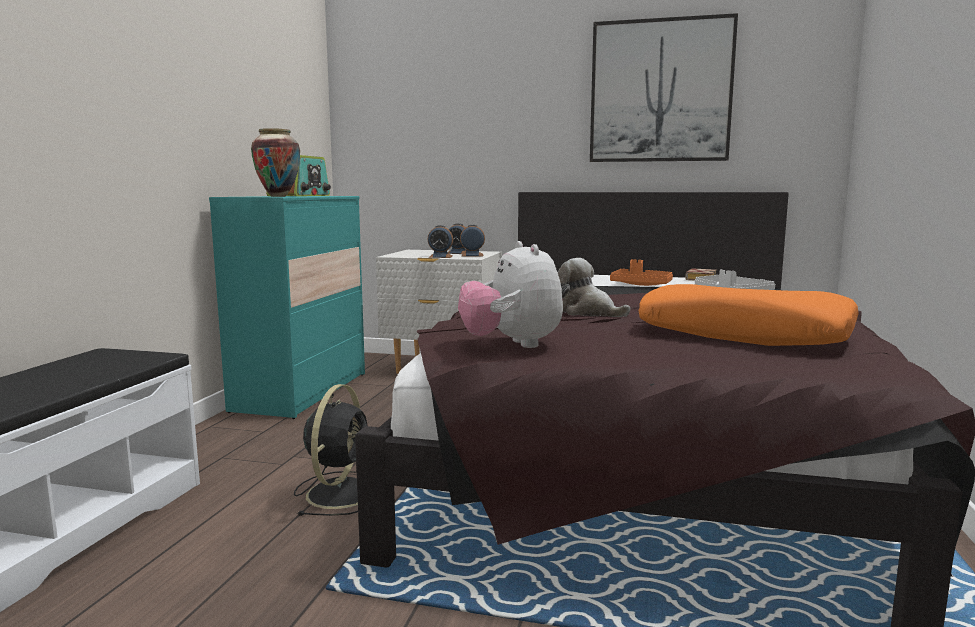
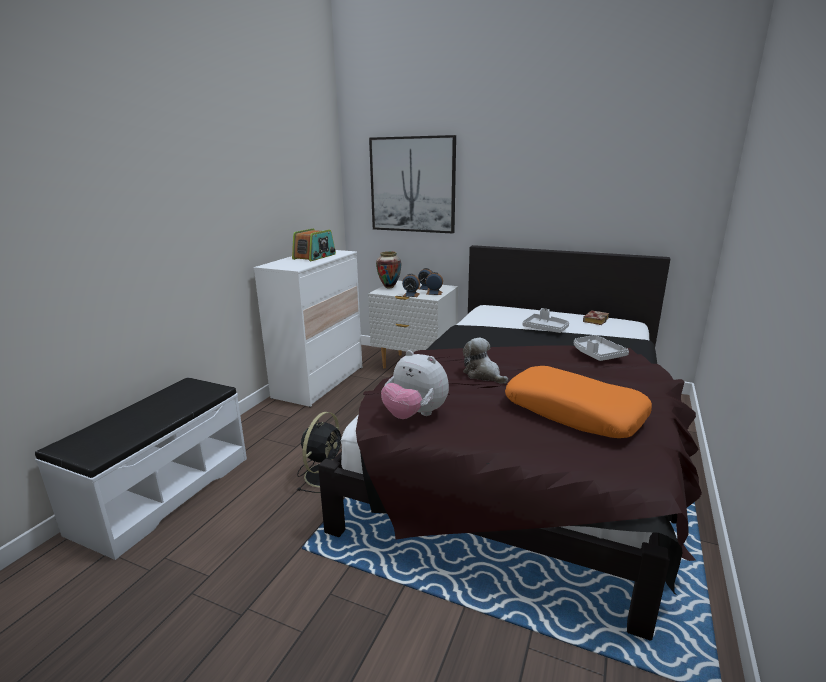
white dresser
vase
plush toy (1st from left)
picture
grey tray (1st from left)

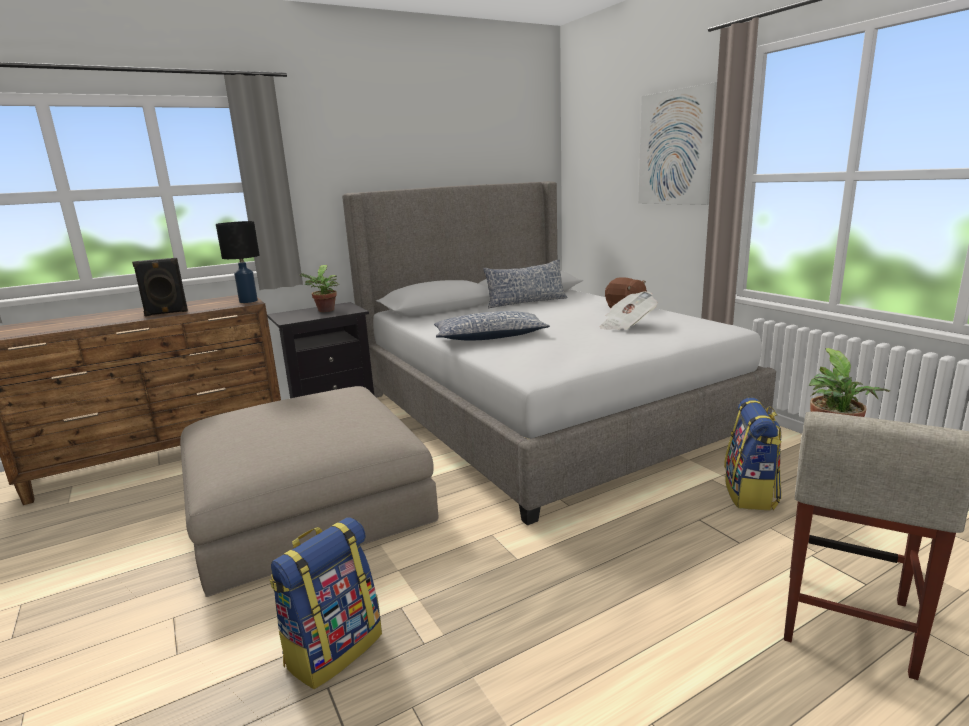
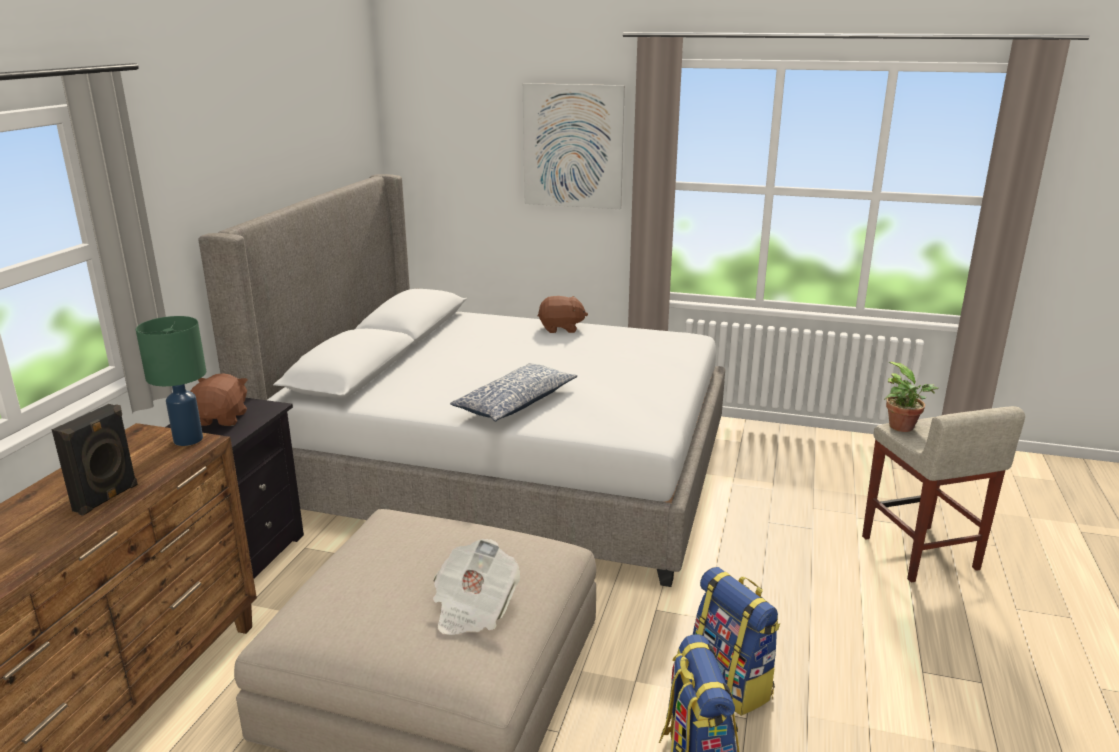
green table lamp
brown plush toy (1st from left)
pillow (2nd from left in the first image)
newspaper
backpack (2nd from left)

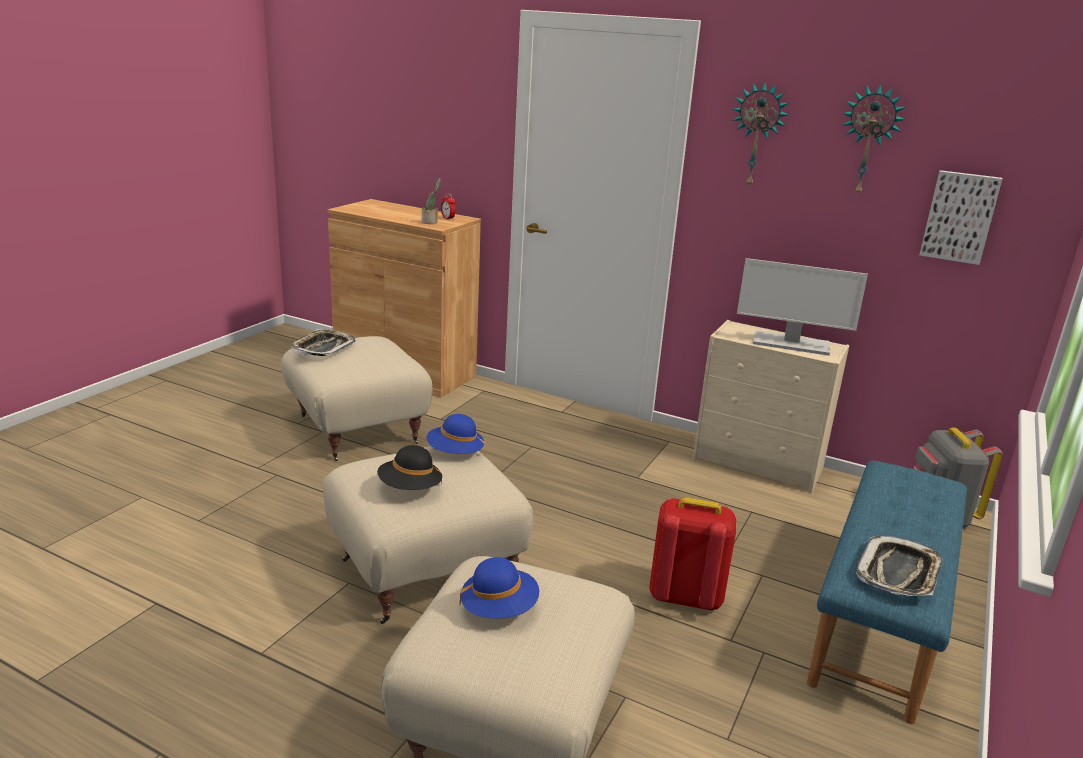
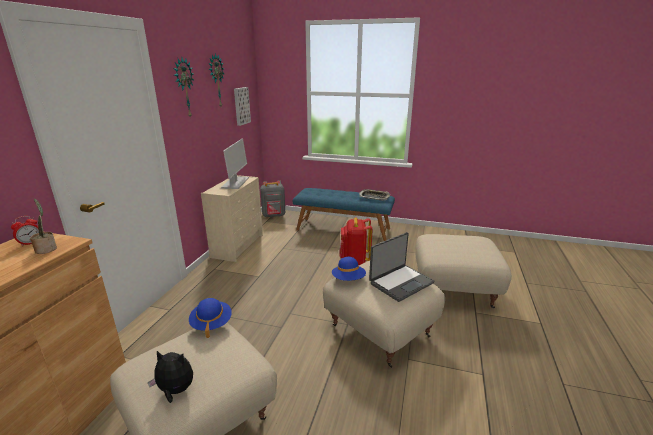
plush toy
laptop
blue hat (1st from left)

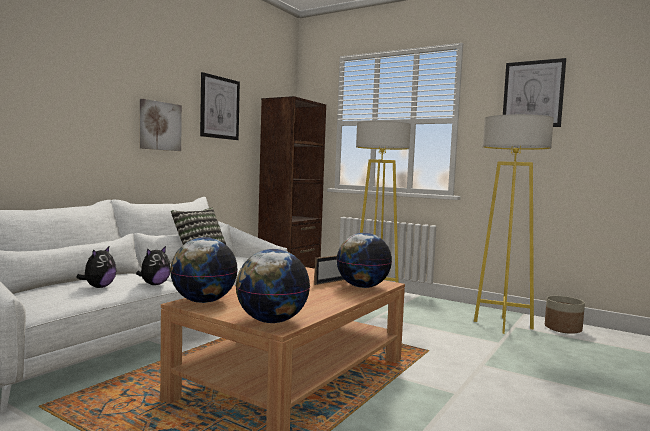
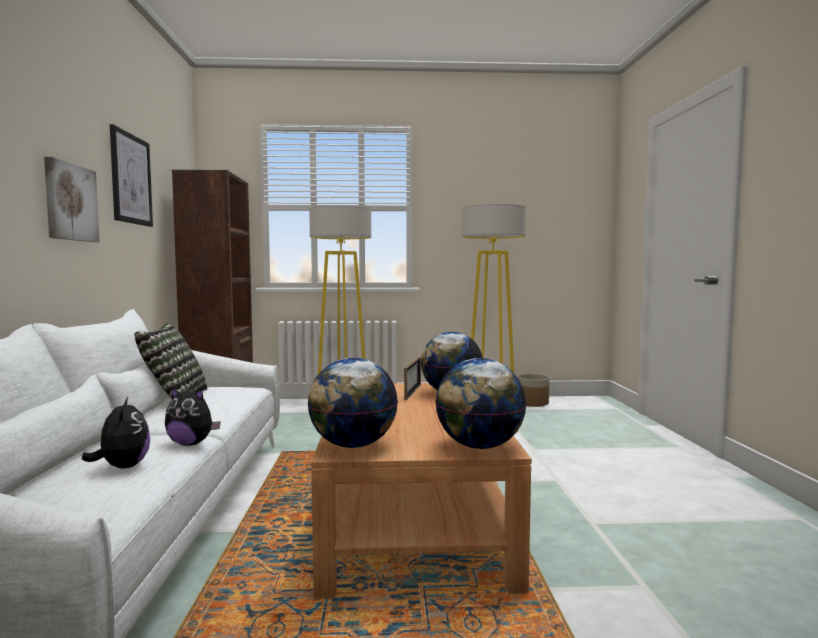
plush toy (2nd from left)
picture (3rd from left in the first image)

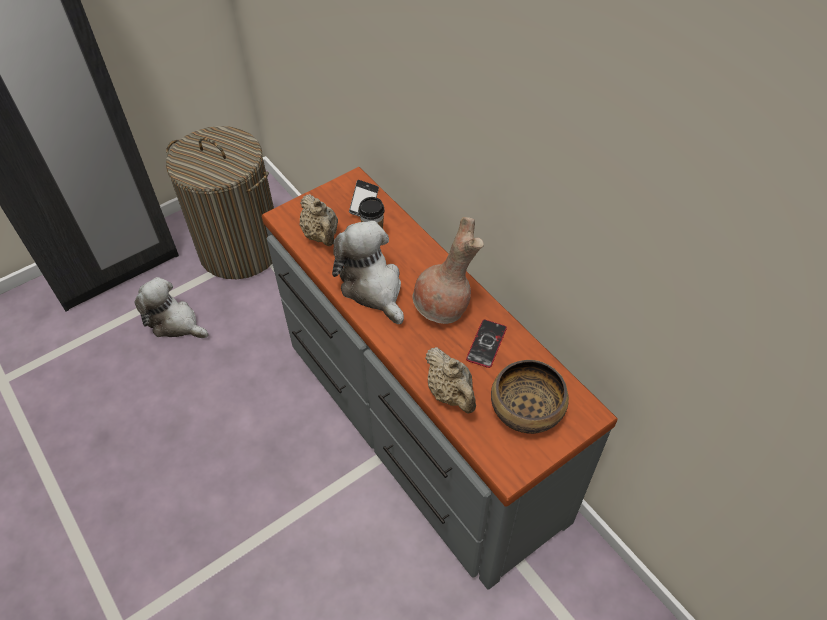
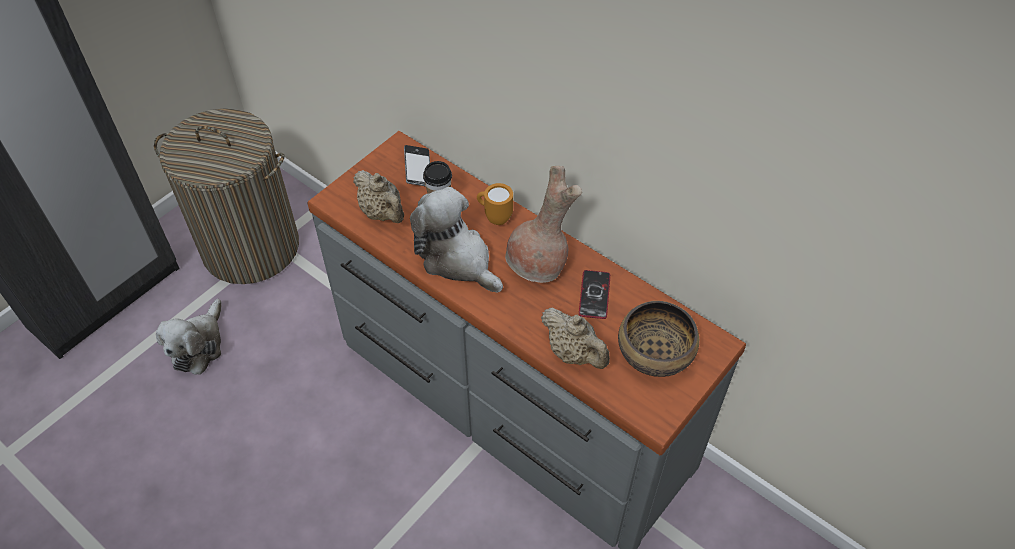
plush toy (1st from left)
orange mug

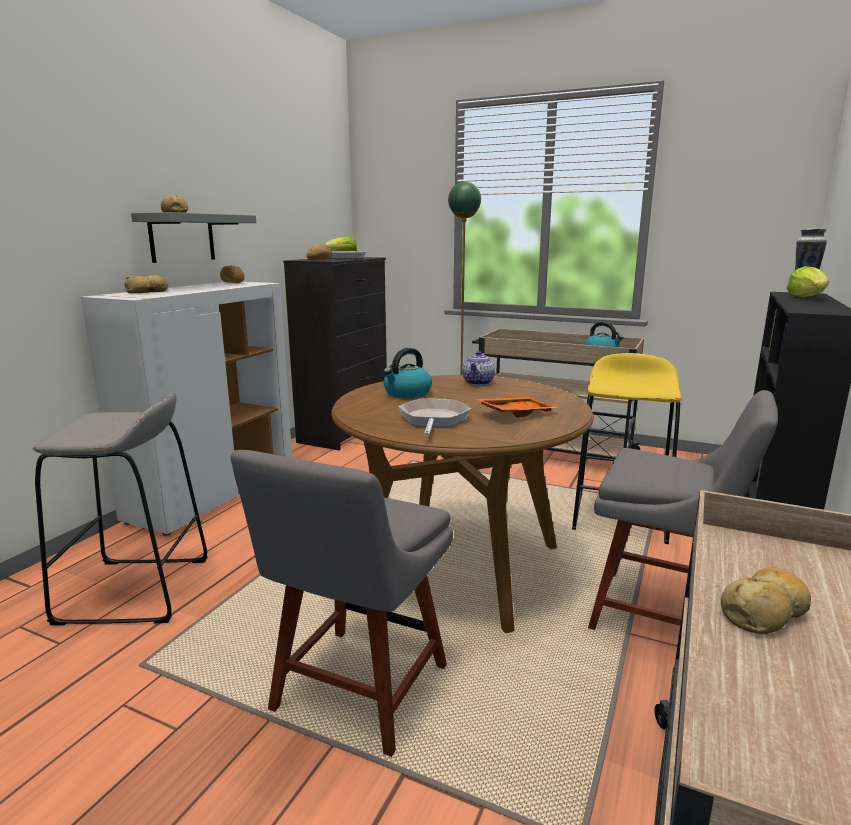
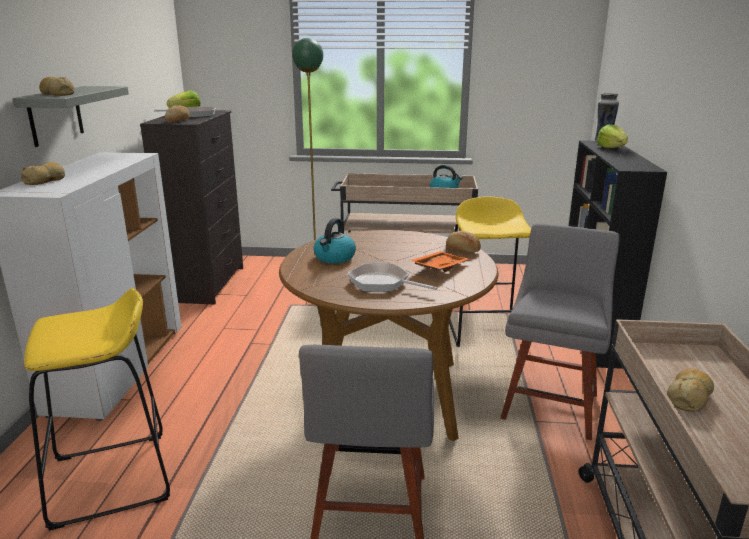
yellow stool (1st from left)
bread (4th from left)
frying pan (2nd from left)
teapot
grey chair (2nd from left)

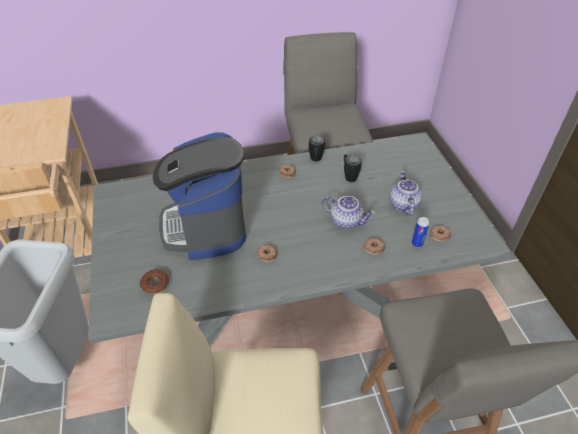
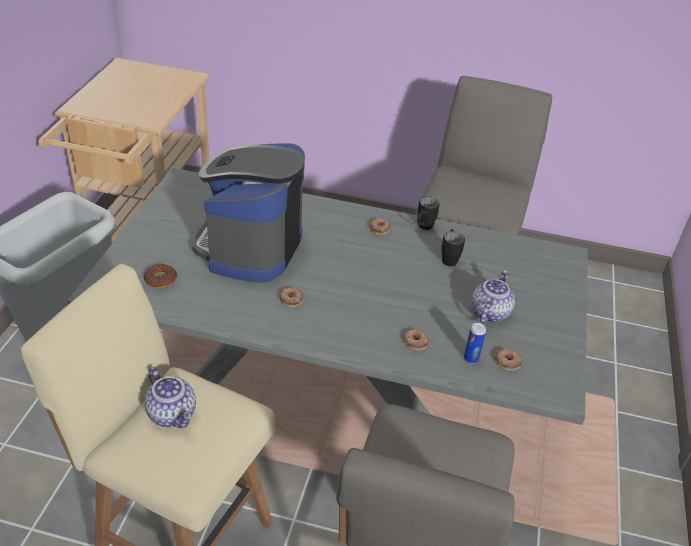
teapot (1st from left)

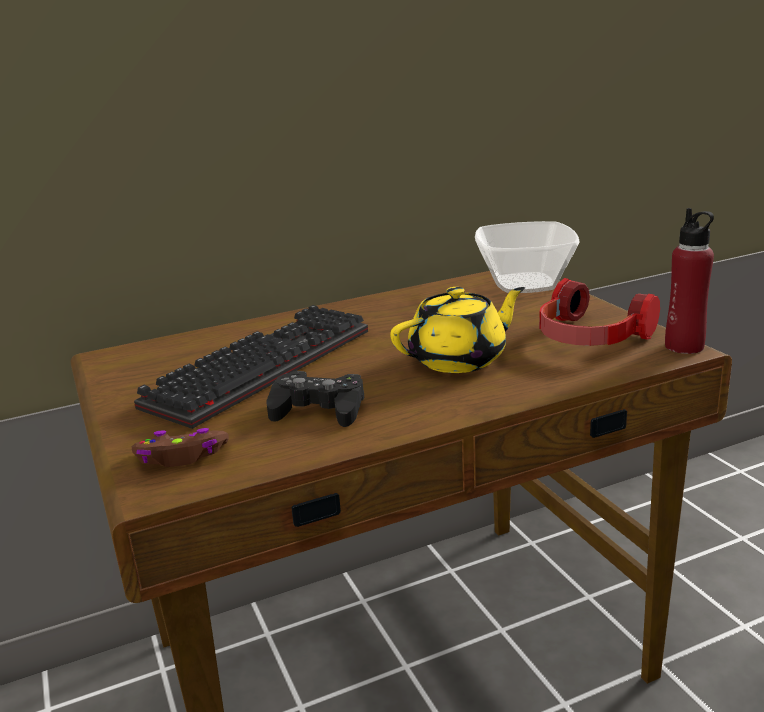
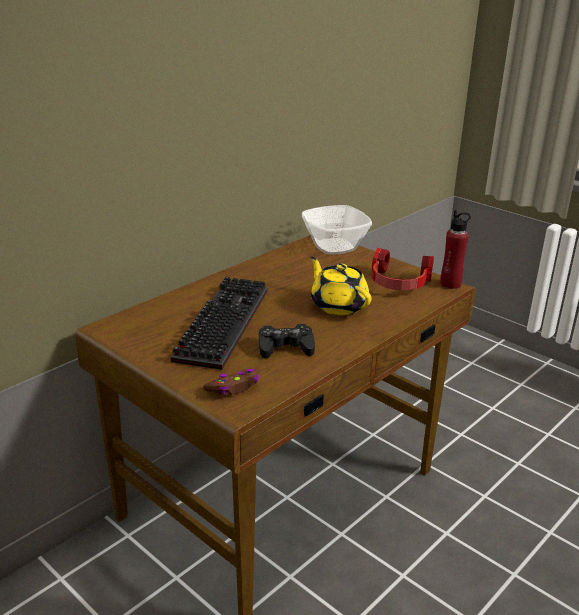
yellow teapot

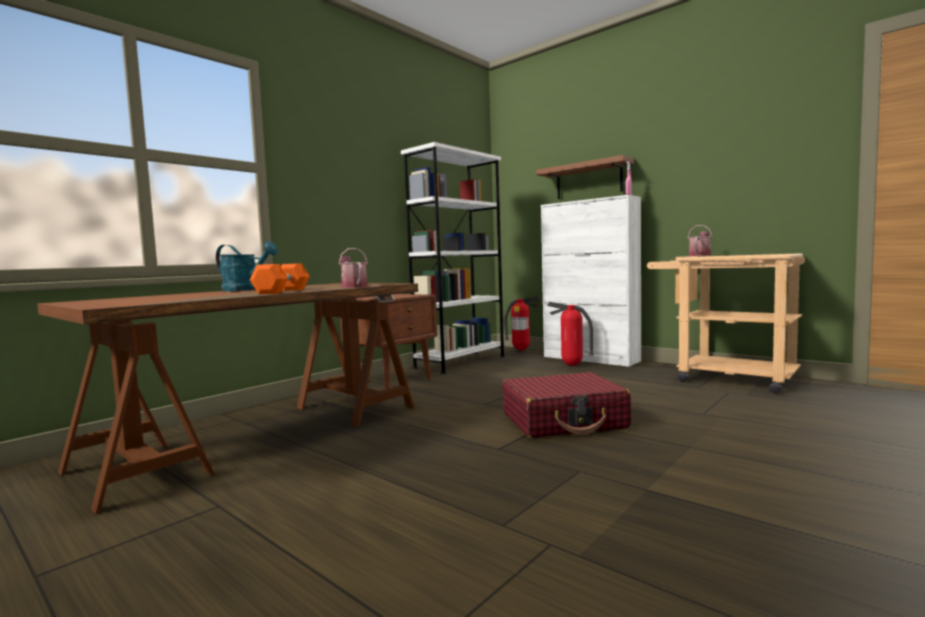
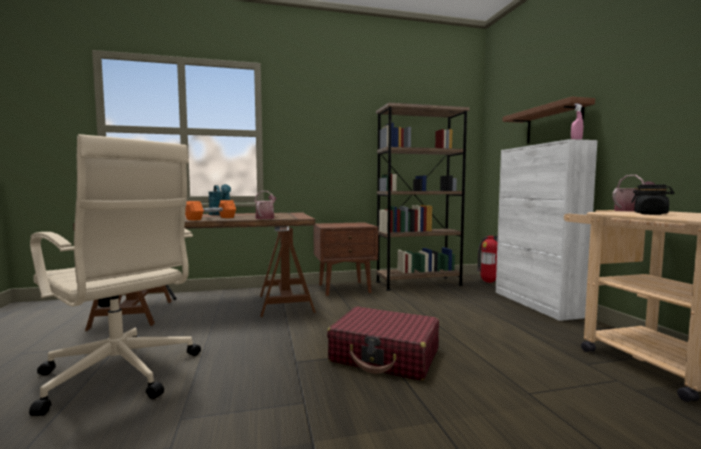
brown bookcase
fire extinguisher (2nd from left in the first image)
beige office chair
black jar

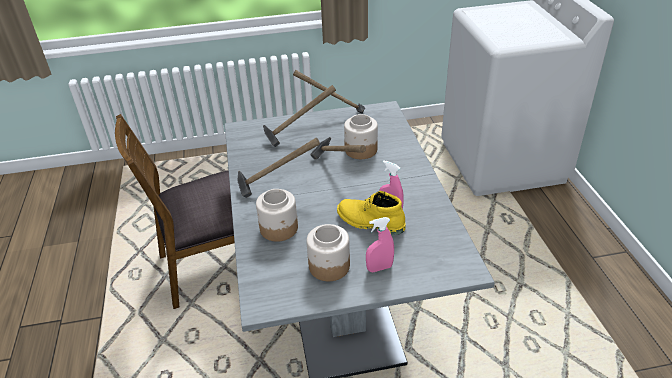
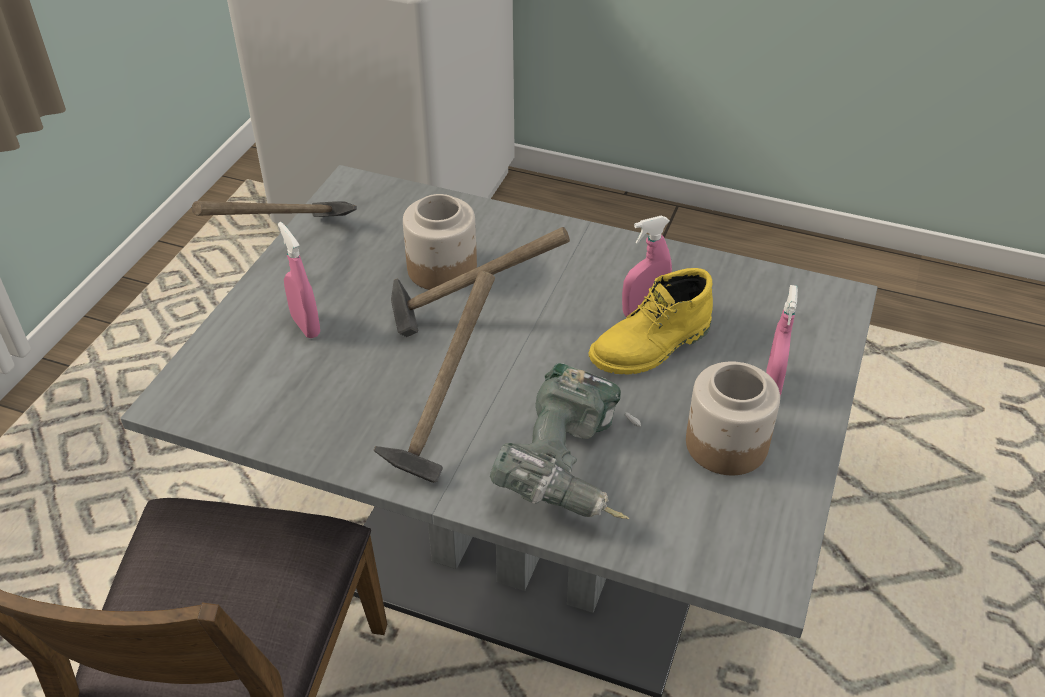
power drill
pink spray bottle (1st from left)

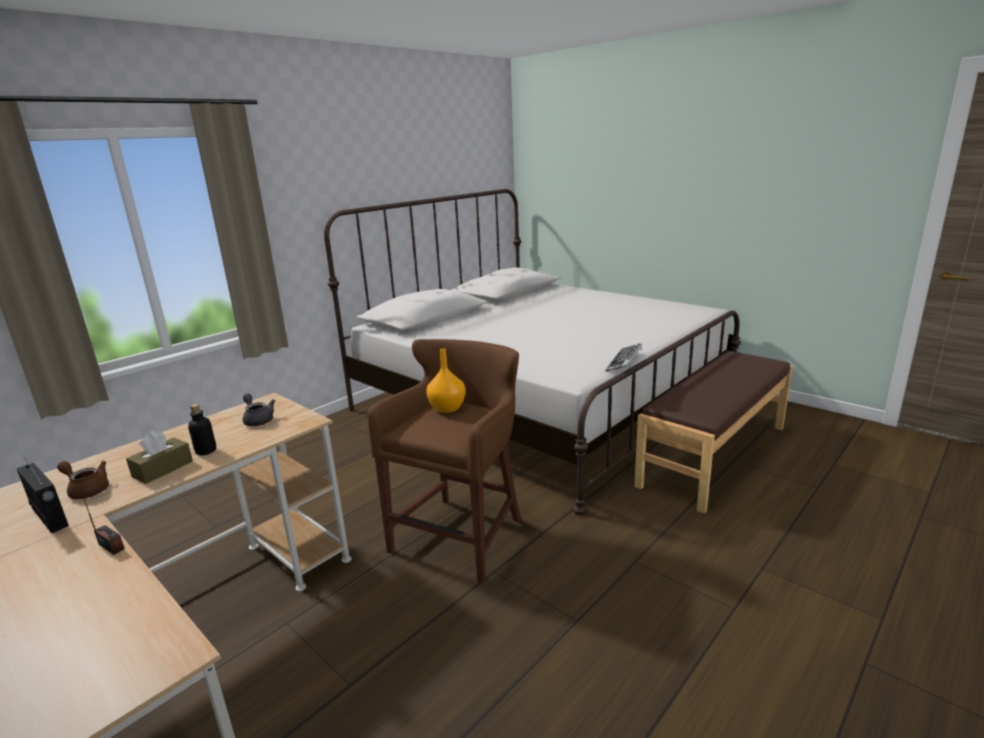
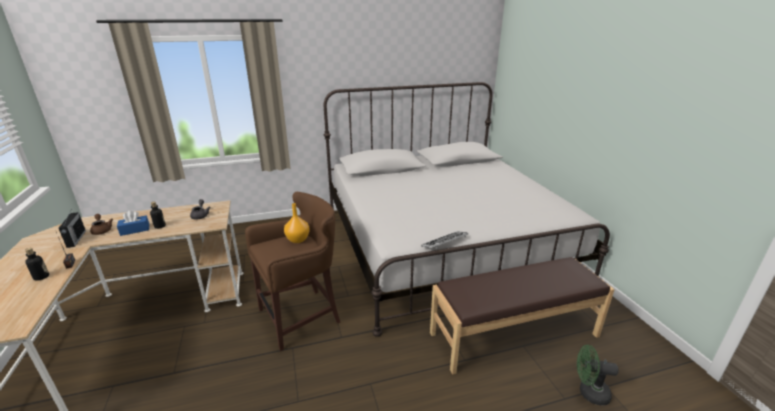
blue tissue box
bottle (1st from left)
green fan

